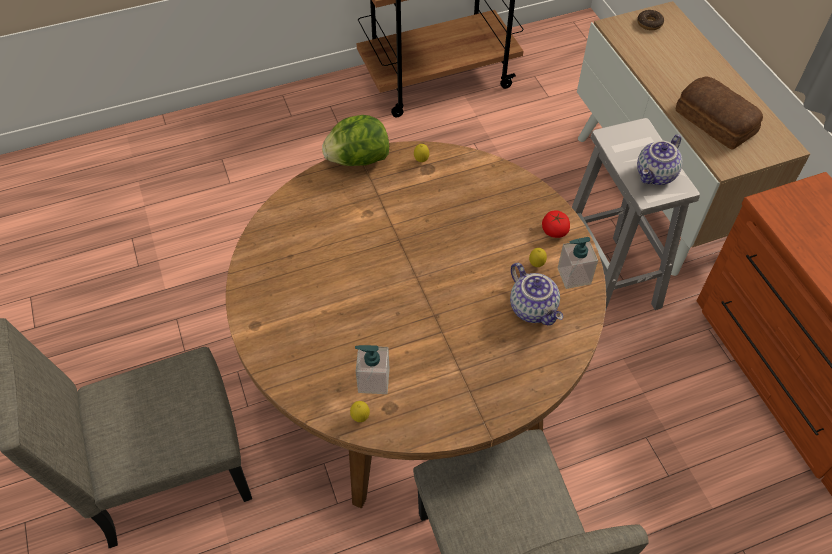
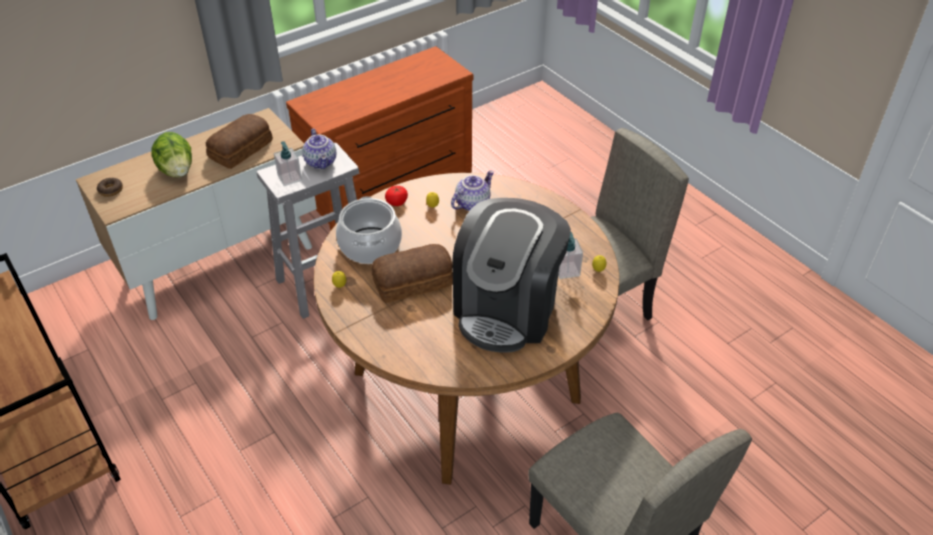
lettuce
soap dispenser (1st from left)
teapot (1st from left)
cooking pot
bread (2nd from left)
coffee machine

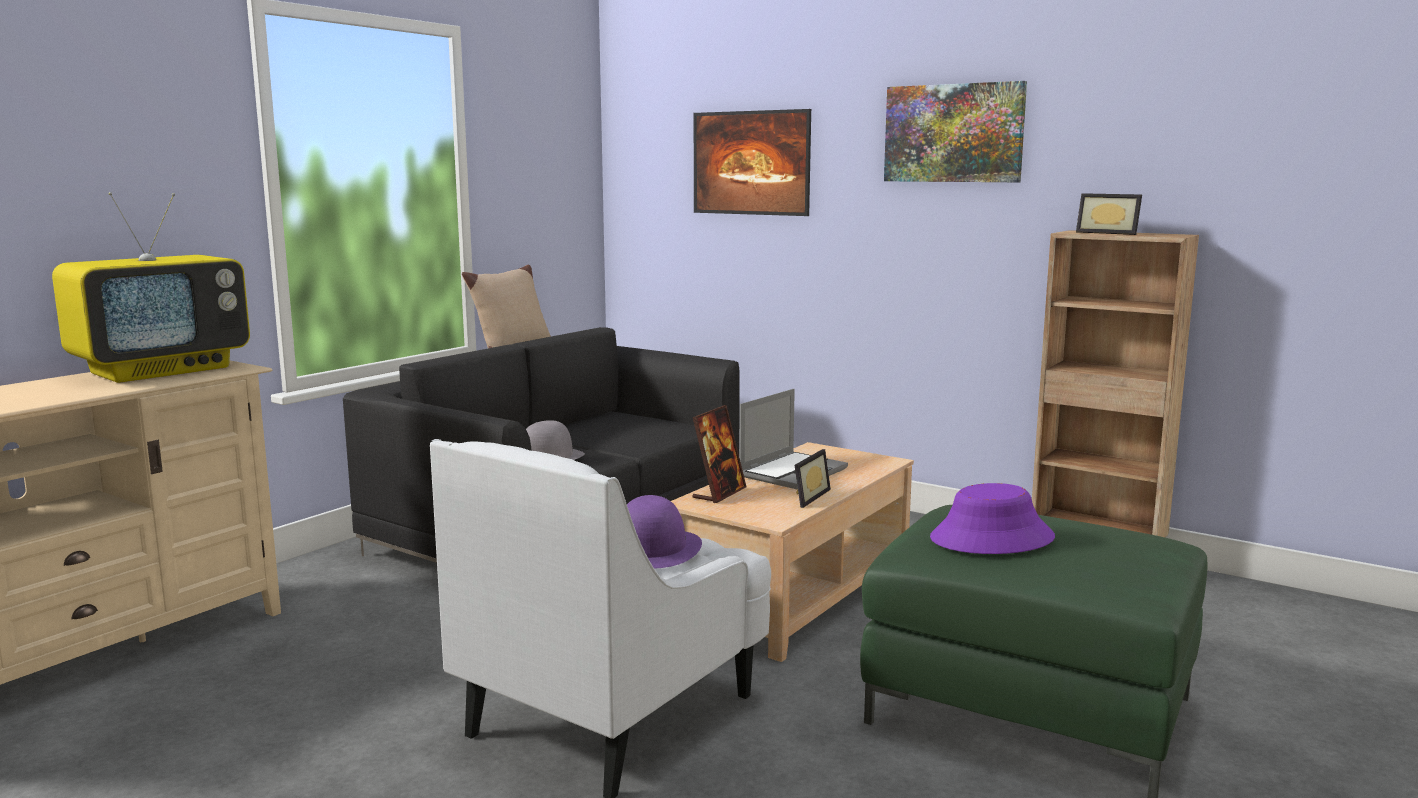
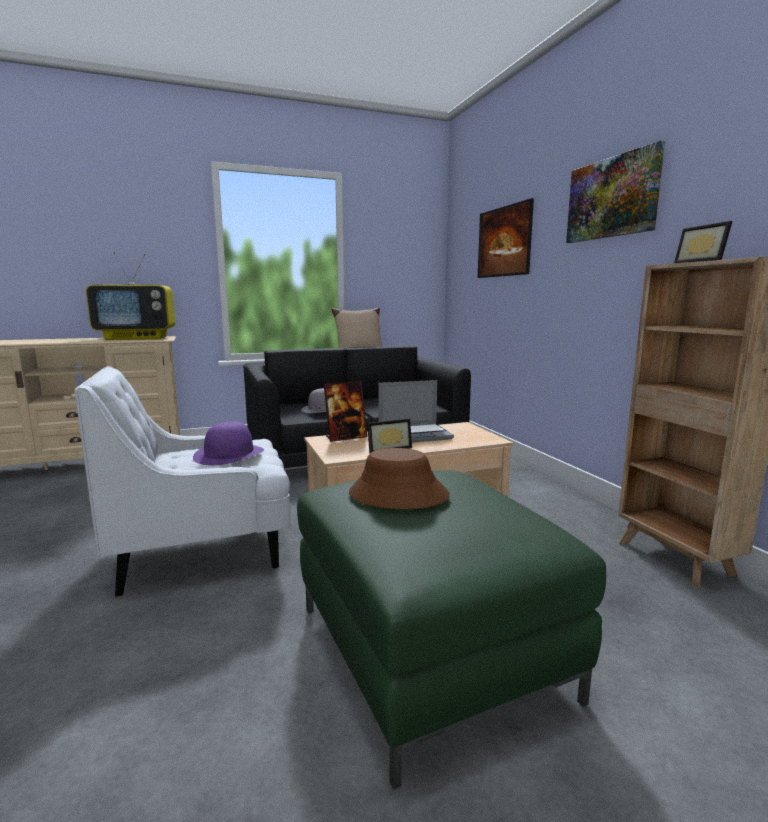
brown hat

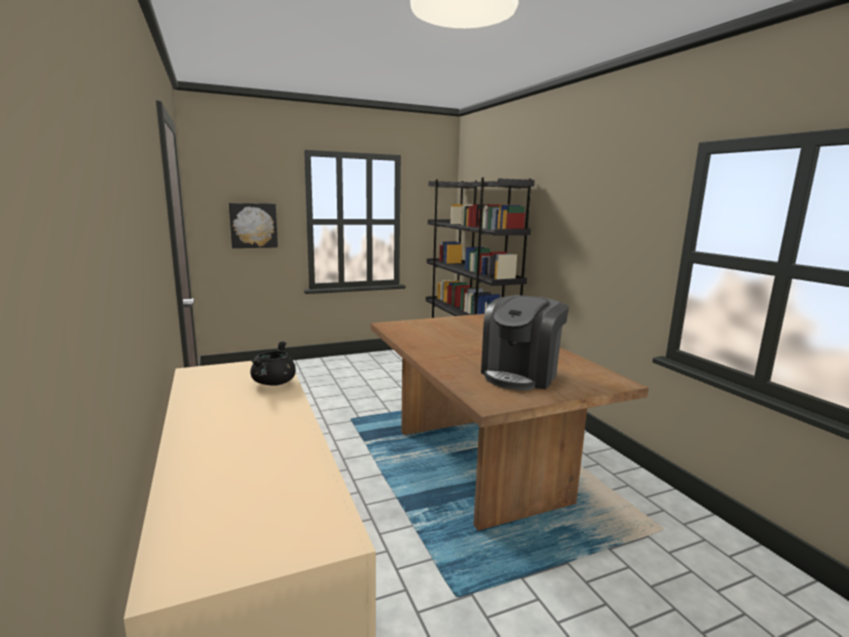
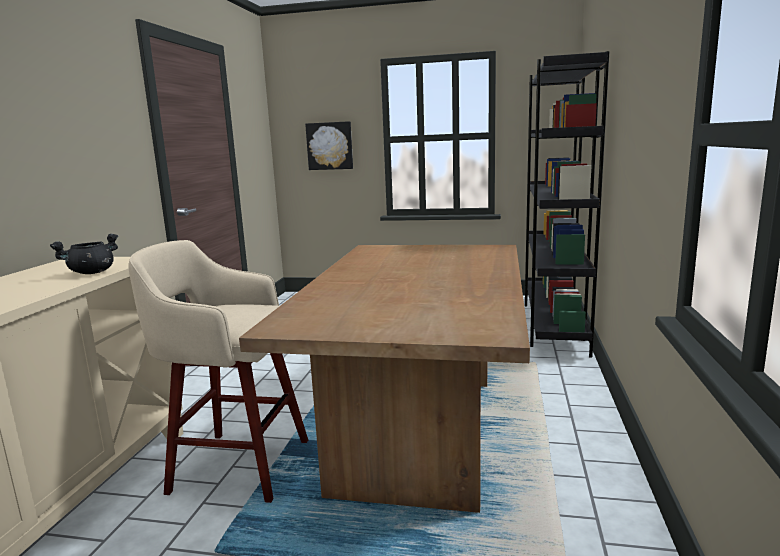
coffee machine
beige stool

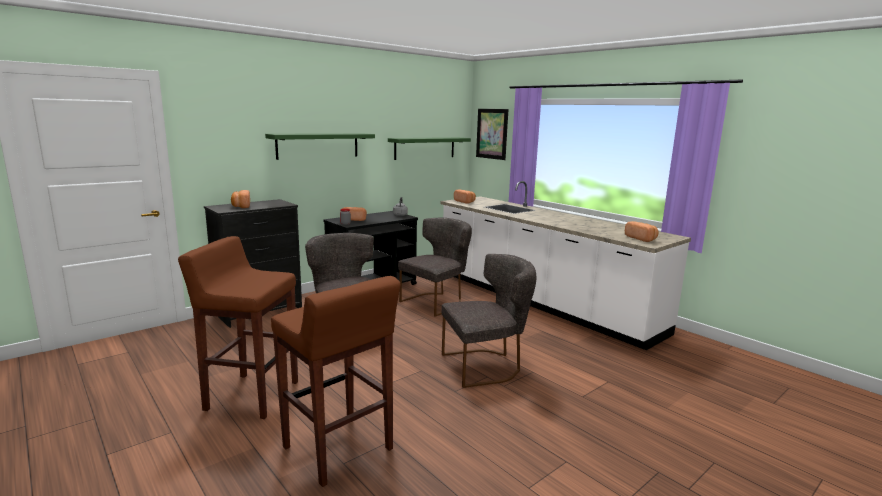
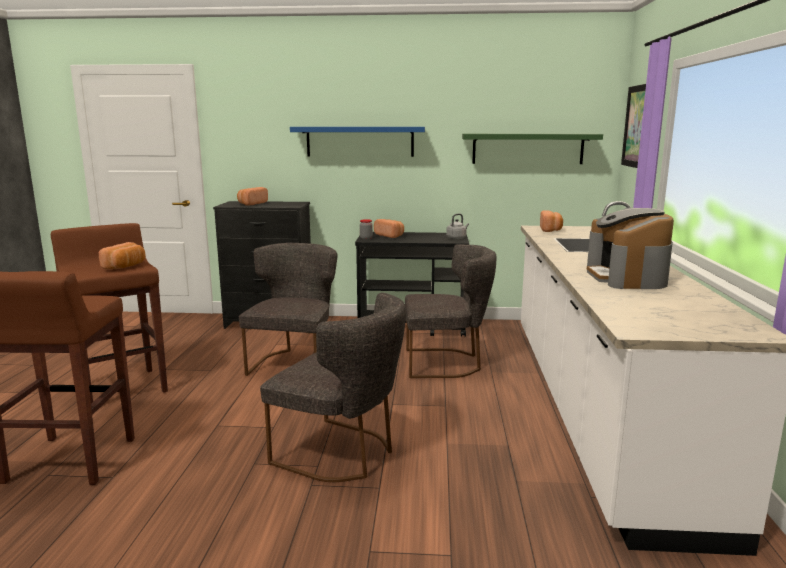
blue shelf
bread (1st from left)
coffee machine

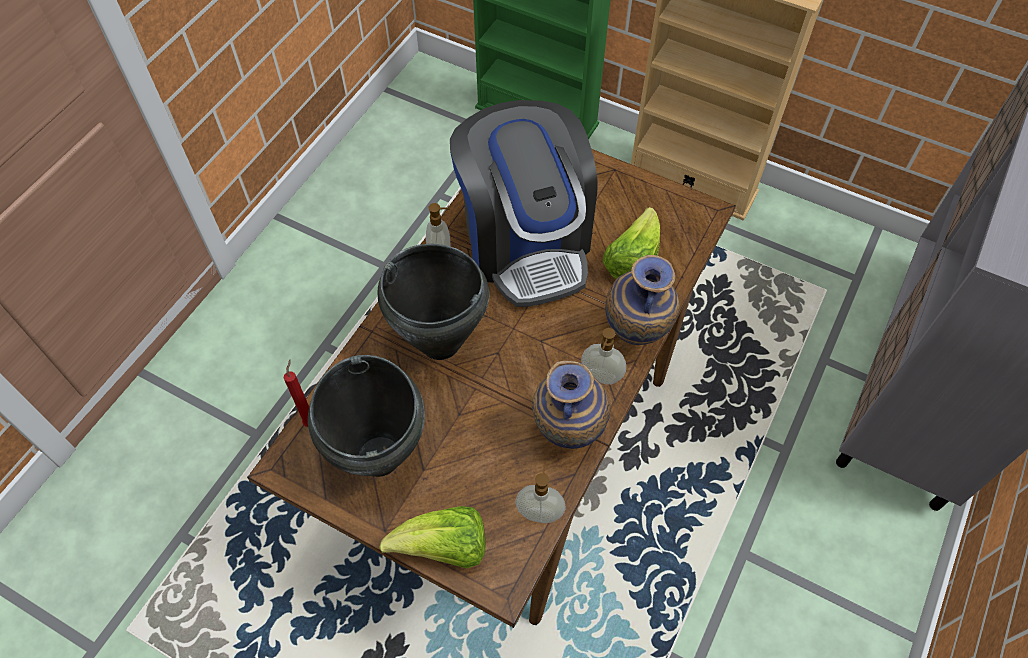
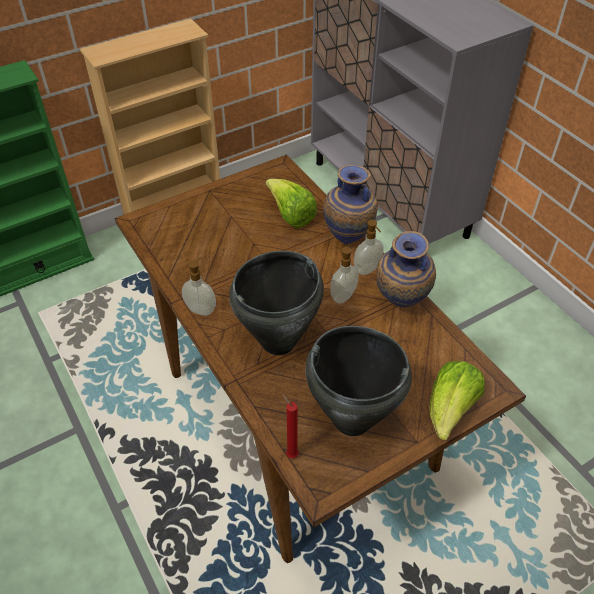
coffee machine
soap dispenser (2nd from left)

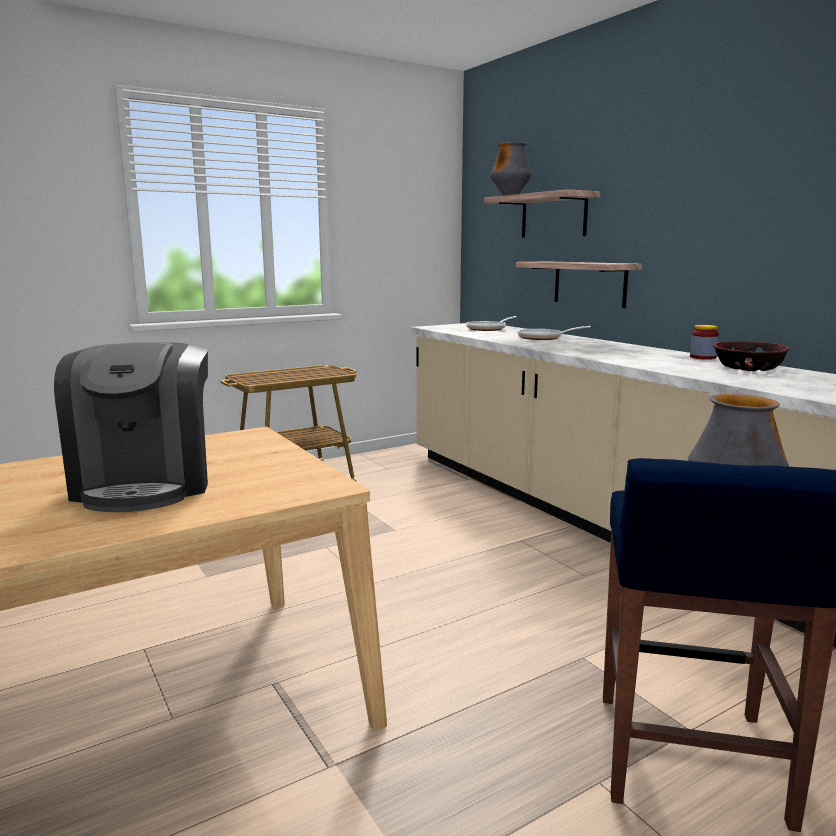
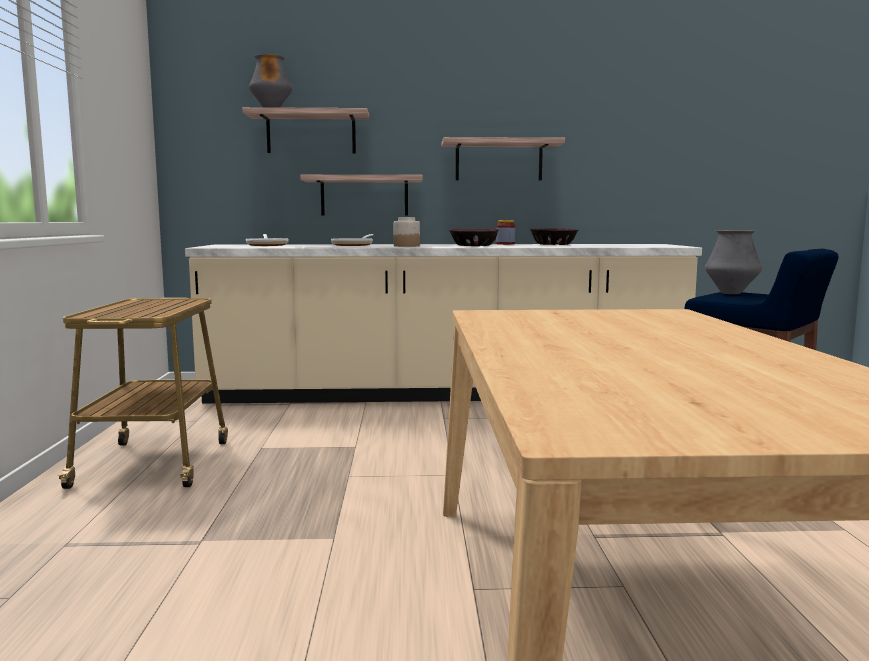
coffee machine
jar (1st from left)
shelf (3rd from left)
bowl (1st from left)

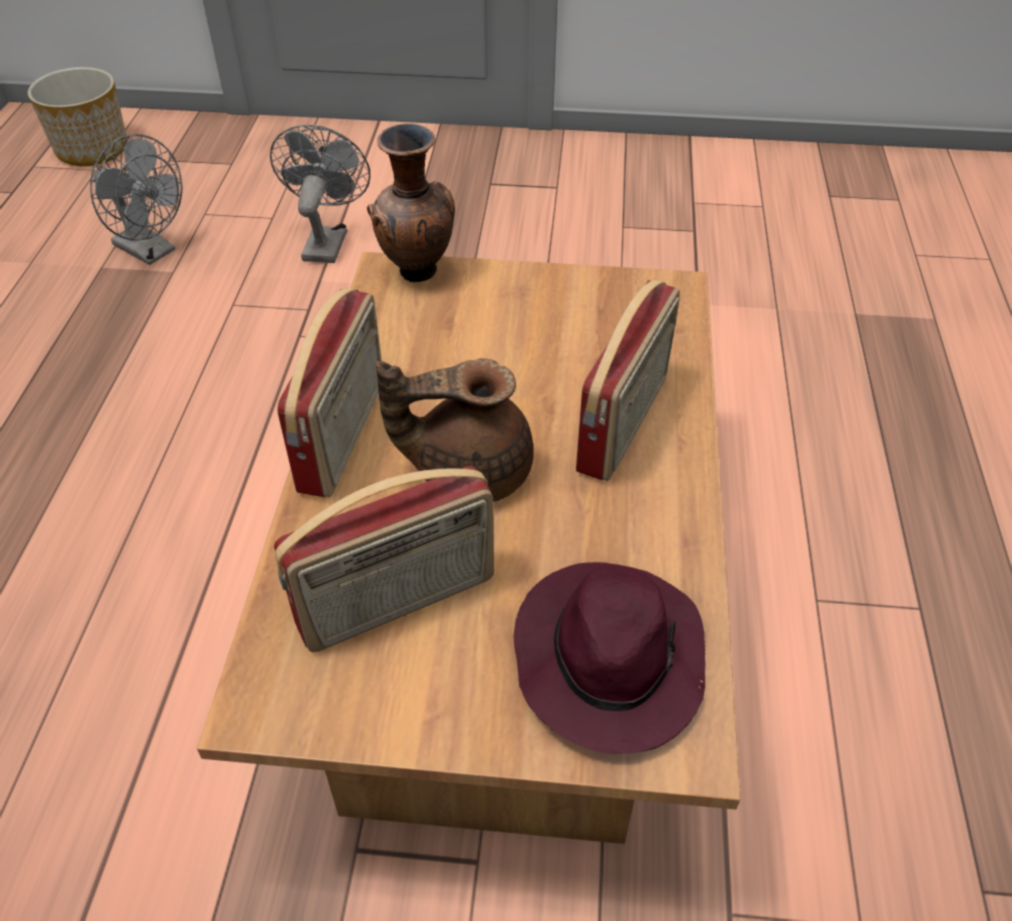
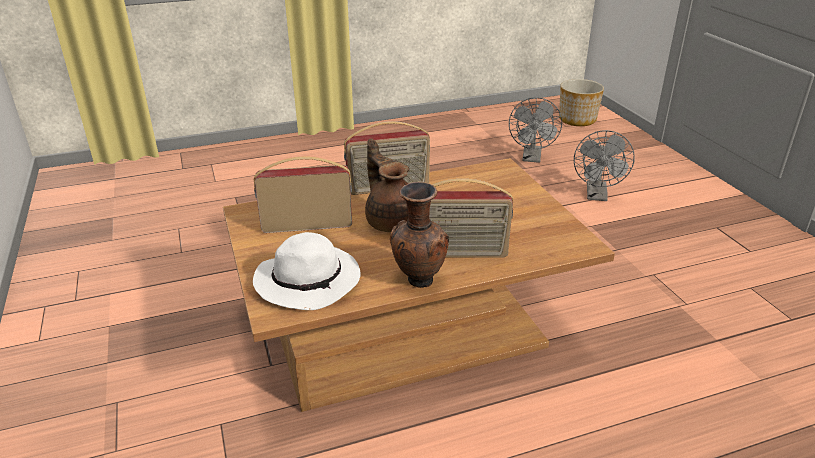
grey fan (2nd from left)
radio (1st from left)
brown vase
white hat

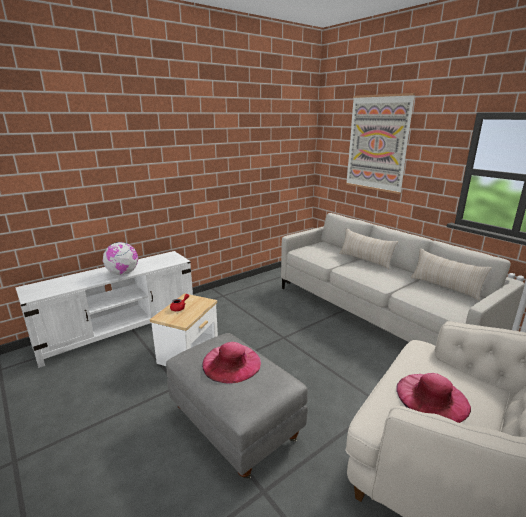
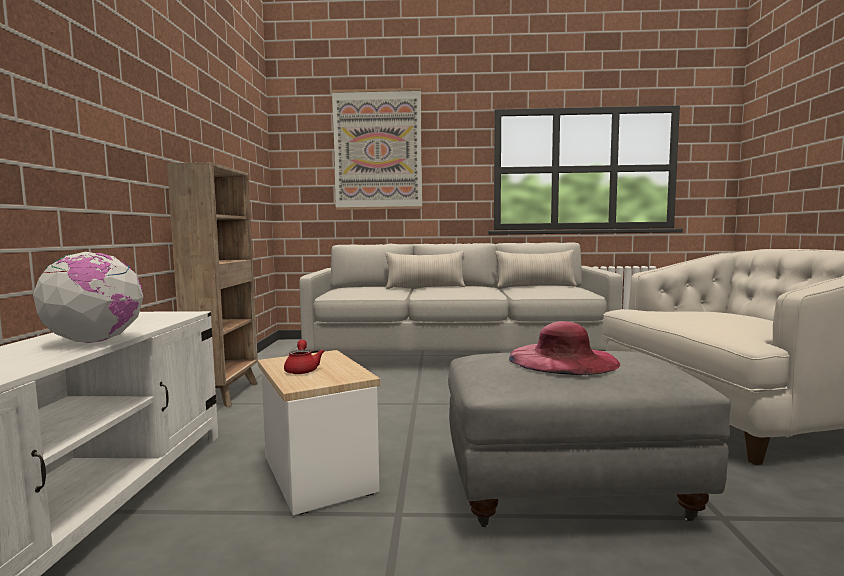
pink hat (2nd from left in the first image)
brown bookcase

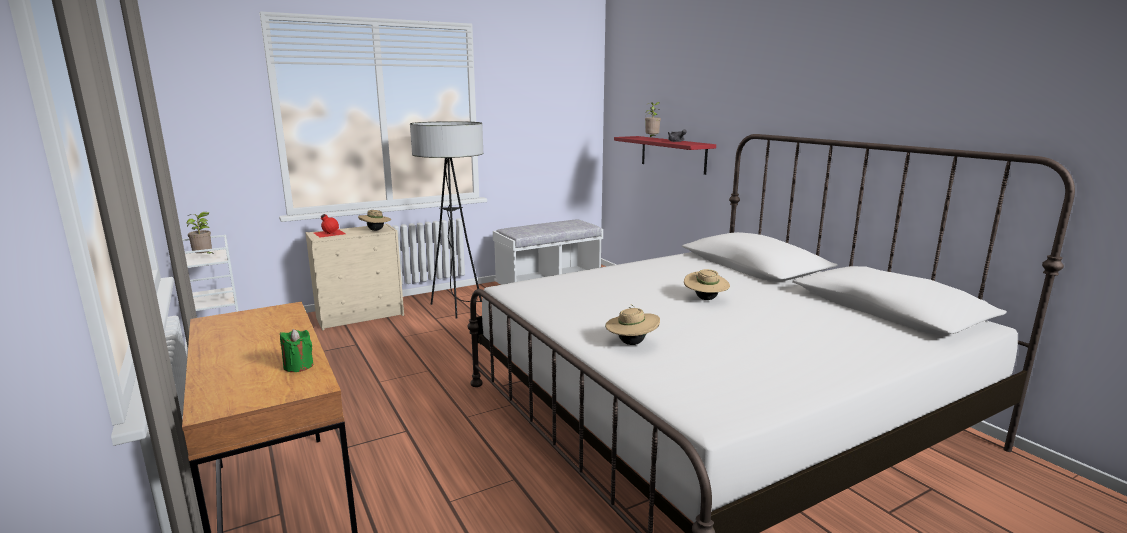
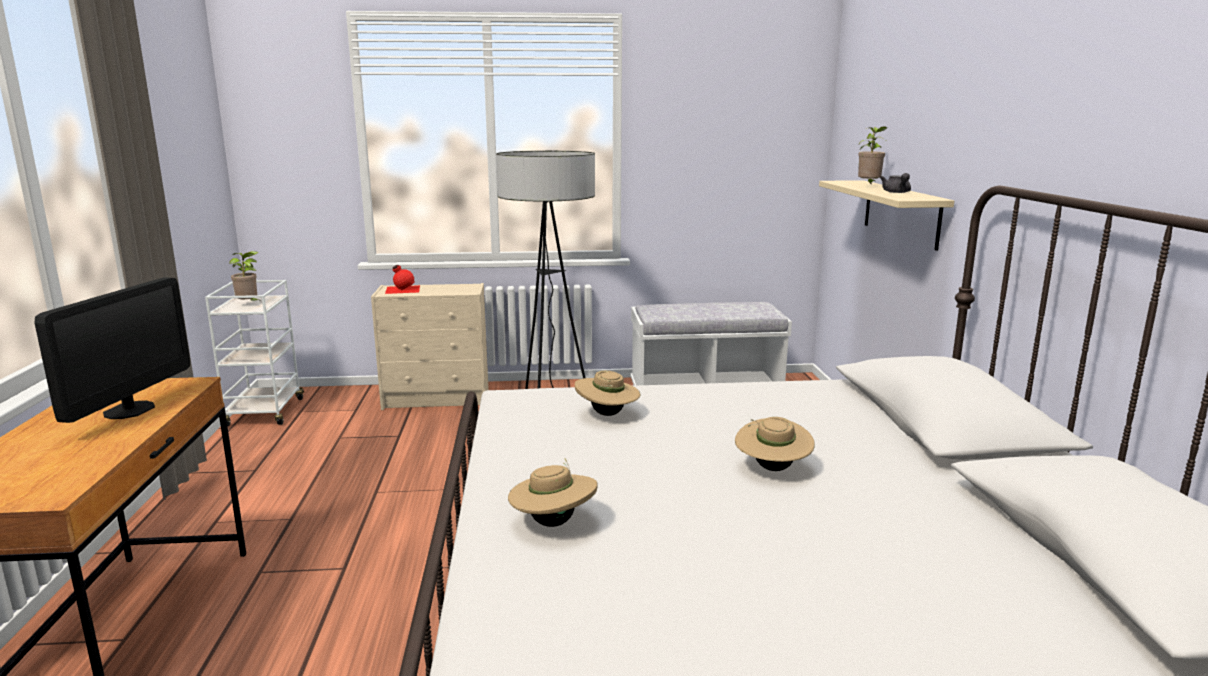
green candle
beige hat (2nd from left)
beige shelf
monitor

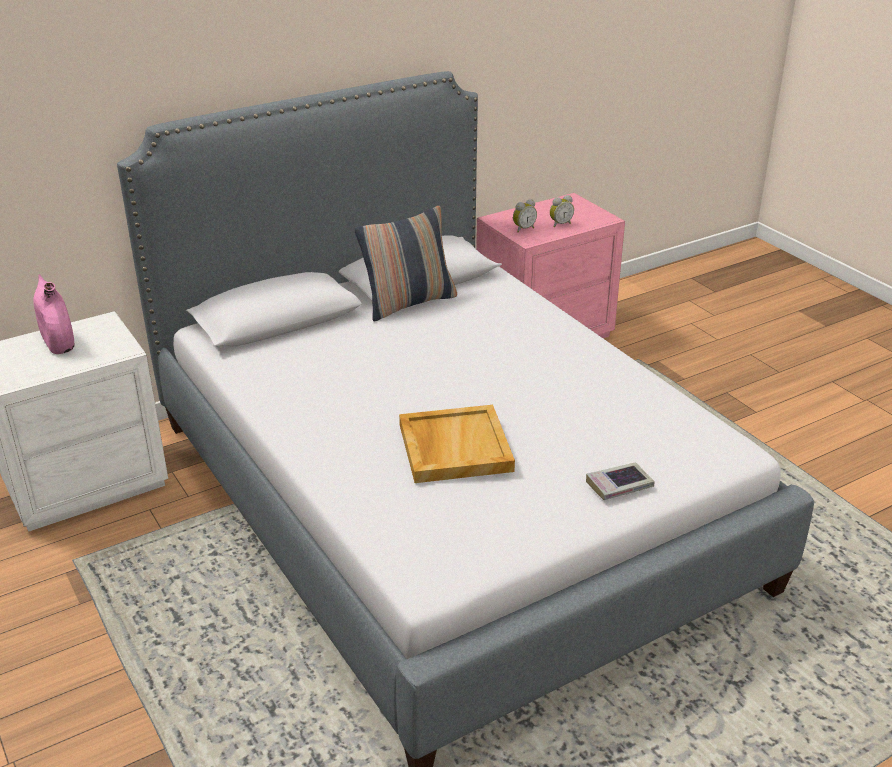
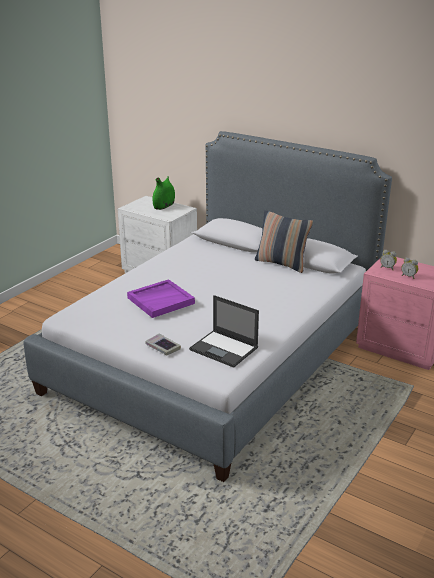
green vase
purple tray
laptop

